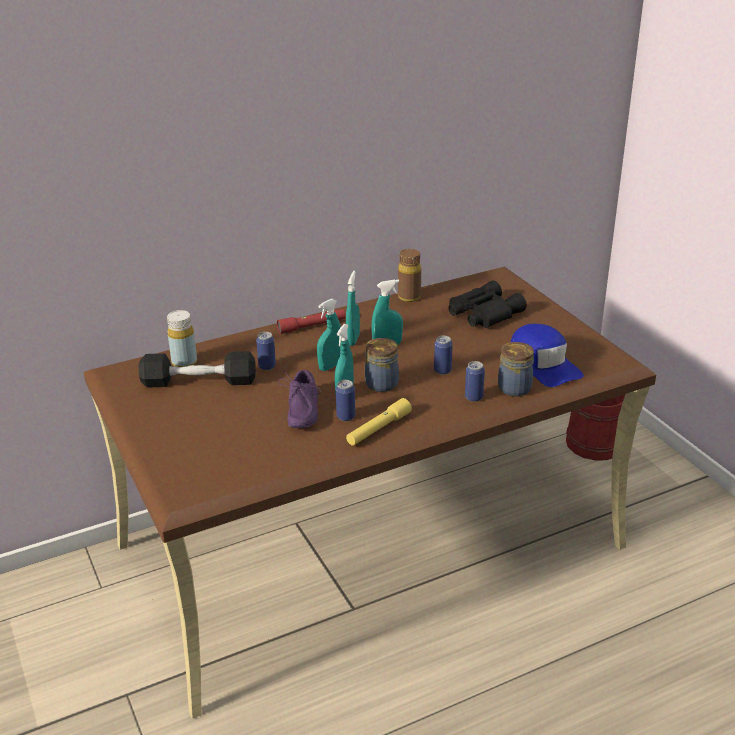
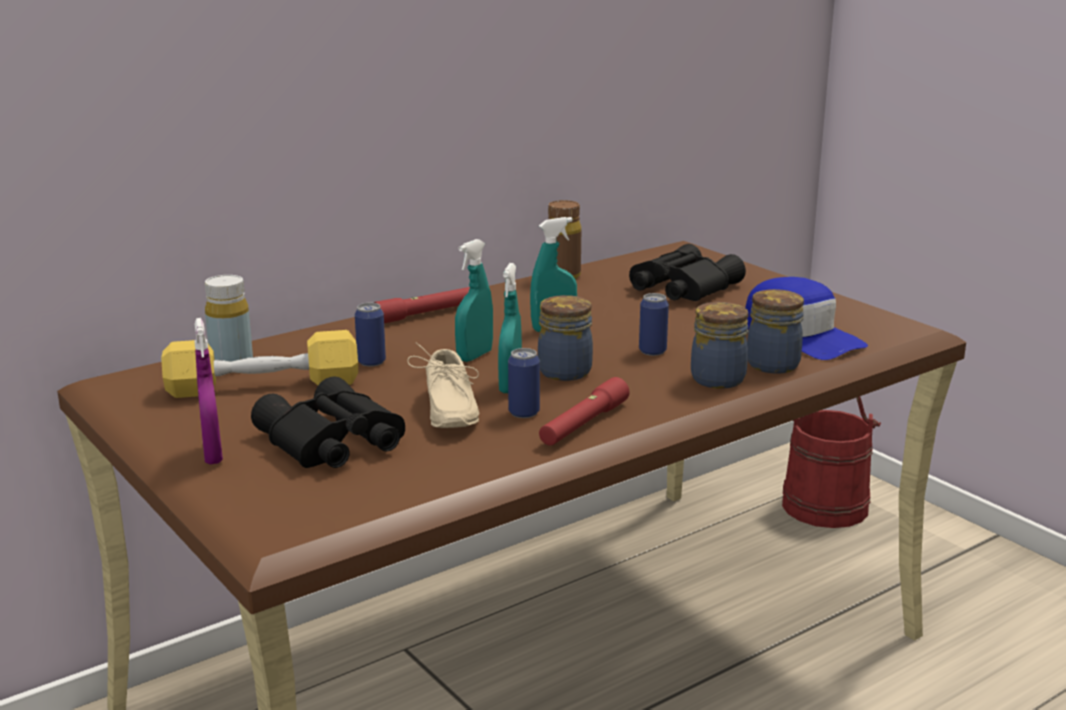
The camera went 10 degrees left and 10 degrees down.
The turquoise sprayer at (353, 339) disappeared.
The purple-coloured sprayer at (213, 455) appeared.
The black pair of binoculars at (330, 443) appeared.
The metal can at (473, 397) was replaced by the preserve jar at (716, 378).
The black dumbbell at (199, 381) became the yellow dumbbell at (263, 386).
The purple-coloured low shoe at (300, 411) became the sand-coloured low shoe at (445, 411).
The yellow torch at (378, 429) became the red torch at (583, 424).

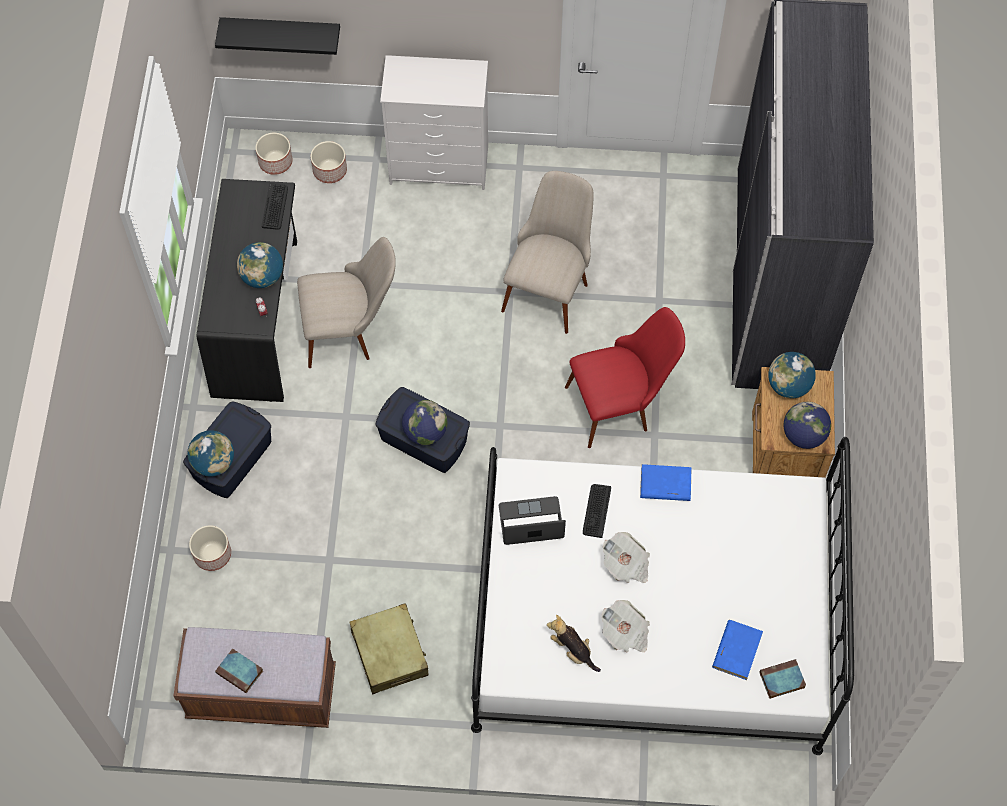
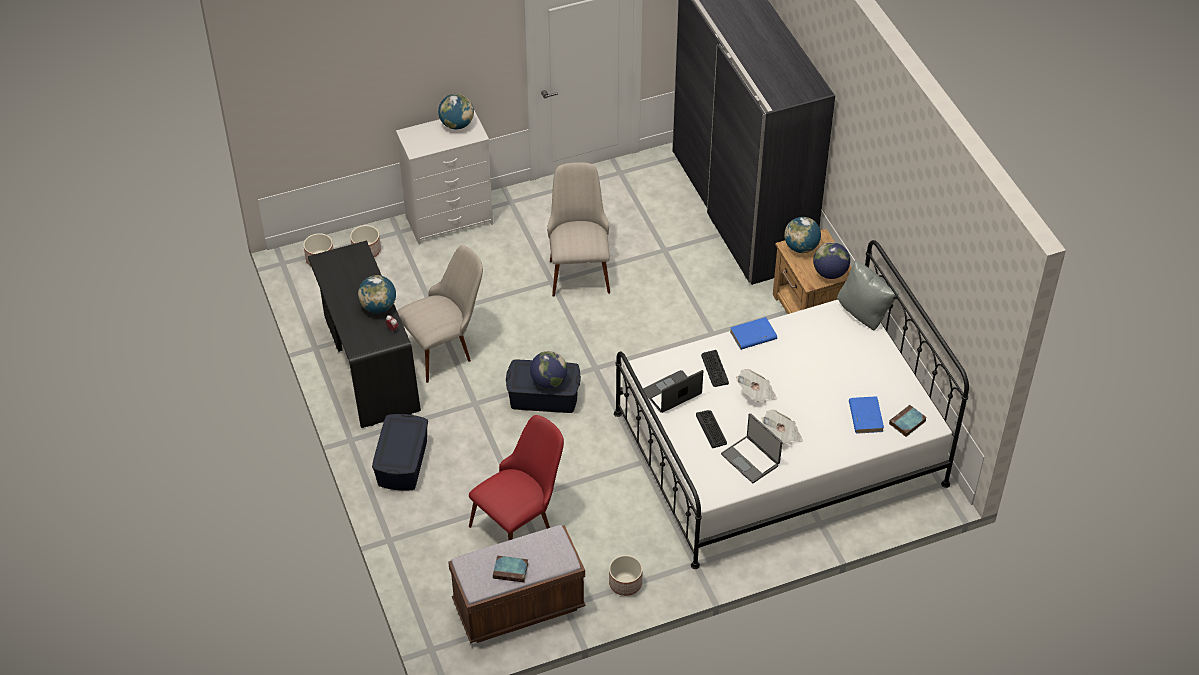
The camera went 25 degrees left and 15 degrees down.
The black wall shelf at (281, 31) disappeared.
The sand-coloured suitcase at (389, 653) disappeared.
The greyish pillow at (864, 314) appeared.
The desk globe moved from (214, 463) to (457, 124).
The planter moved from (212, 554) to (625, 583).
The PC keyboard moved from (275, 206) to (711, 429).
The red plain chair moved from (620, 404) to (520, 522).
The soft toy at (573, 650) was replaced by the laptop at (751, 459).

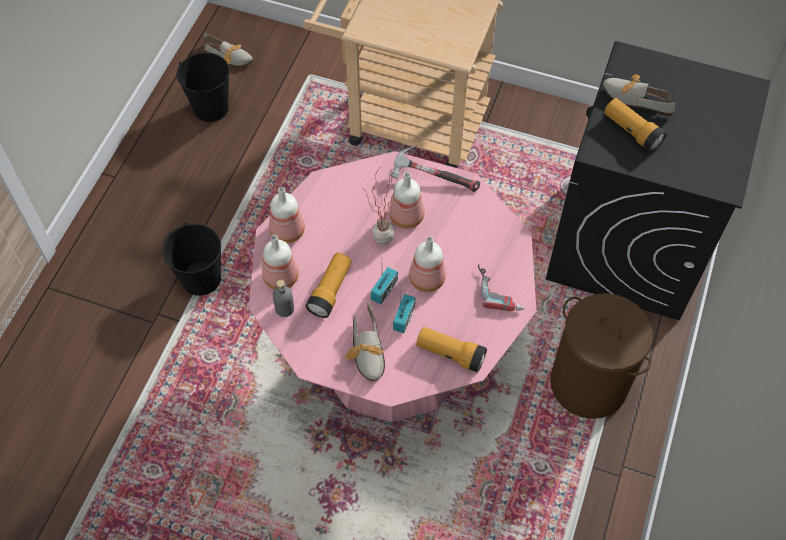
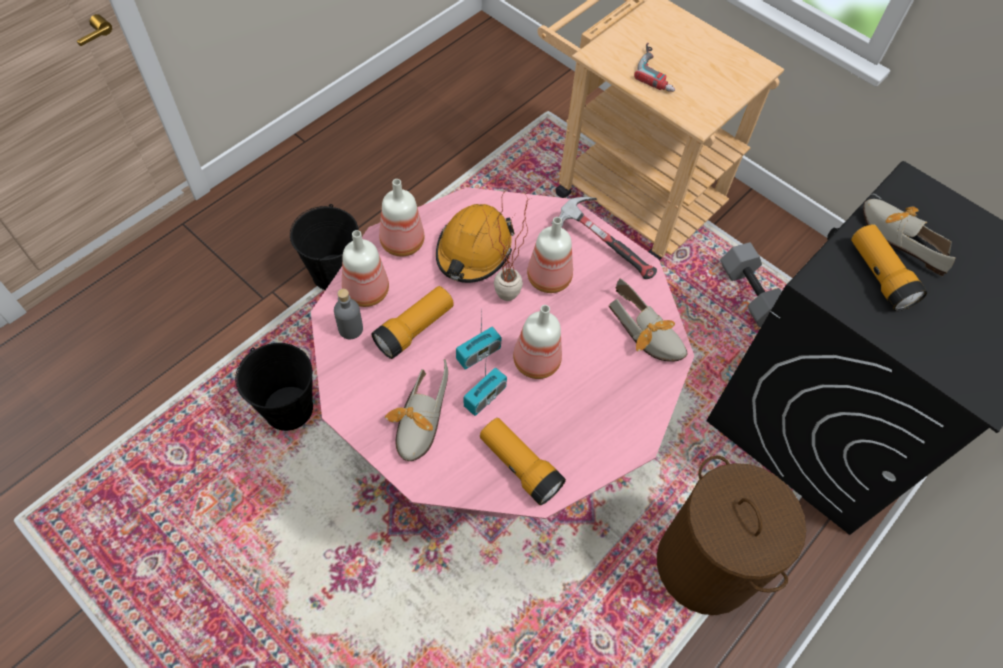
The camera went 20 degrees right and 0 degrees up.
The orange work helmet at (474, 251) appeared.
The greyish dumbbell at (748, 294) appeared.
The black bucket moved from (211, 107) to (289, 409).
The low shoe moved from (230, 57) to (648, 334).
The electric drill moved from (500, 290) to (658, 71).

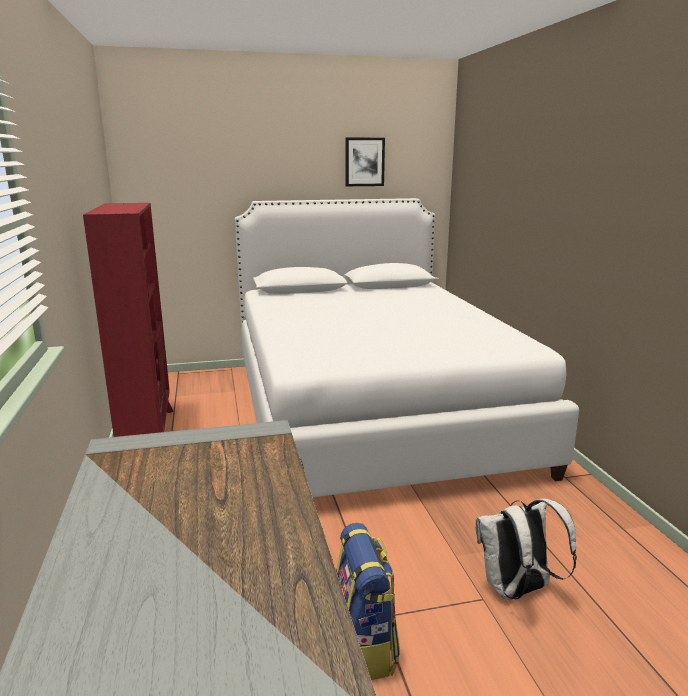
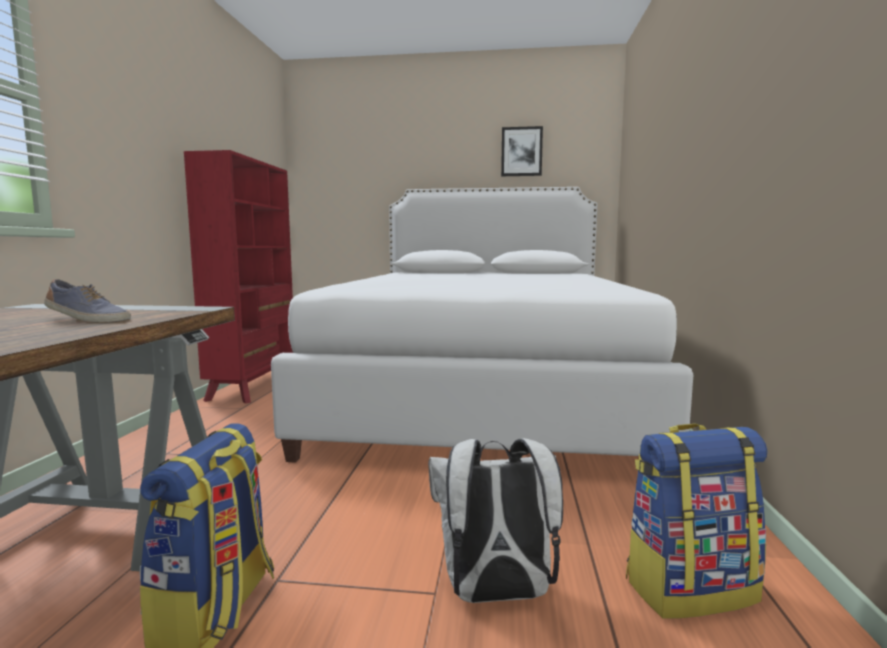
The camera went 20 degrees right and 10 degrees down.
The low shoe at (87, 320) appeared.
The backpack at (689, 588) appeared.

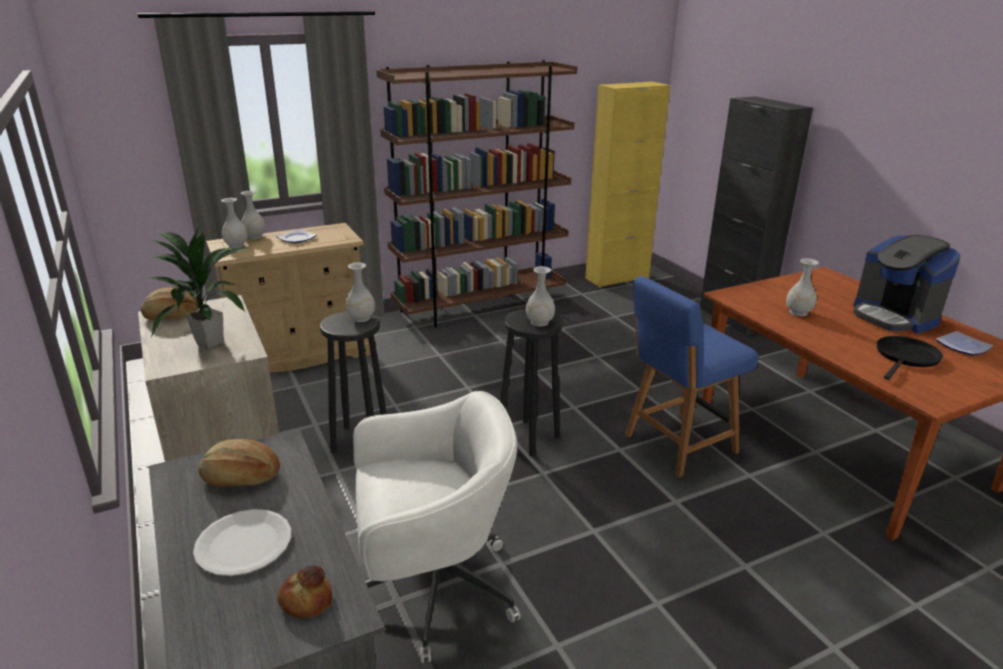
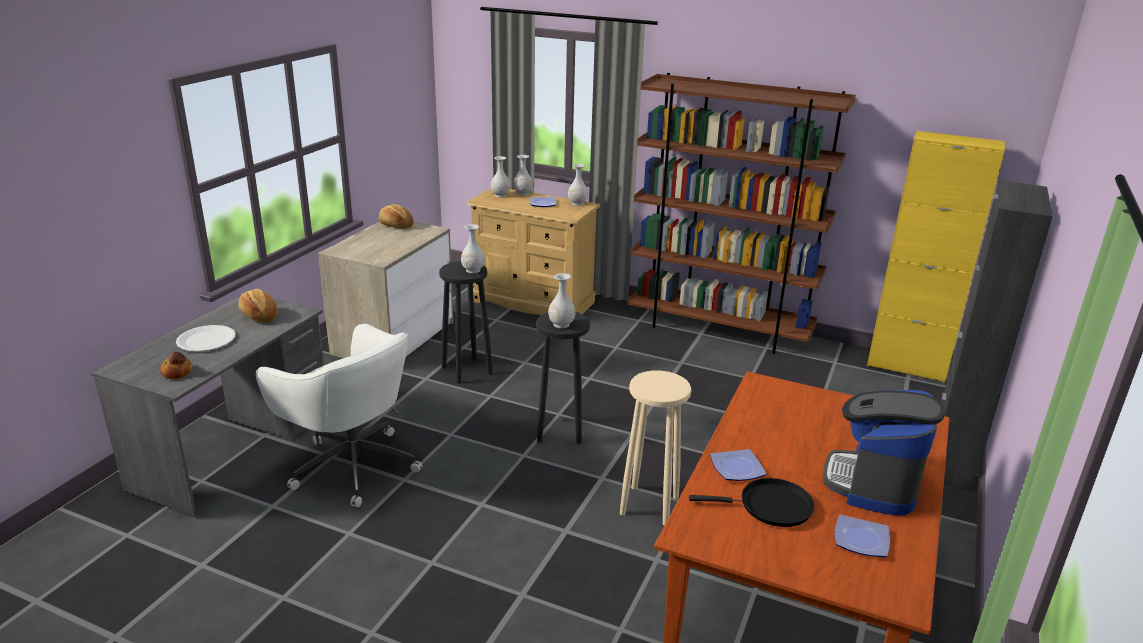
The camera went 50 degrees right and 0 degrees up.
The plant in a pot at (209, 342) disappeared.
The plate at (737, 467) appeared.
The white-coloured flower vase moved from (798, 312) to (577, 203).
The bluish plain chair at (677, 445) was replaced by the sand-coloured stool at (649, 504).

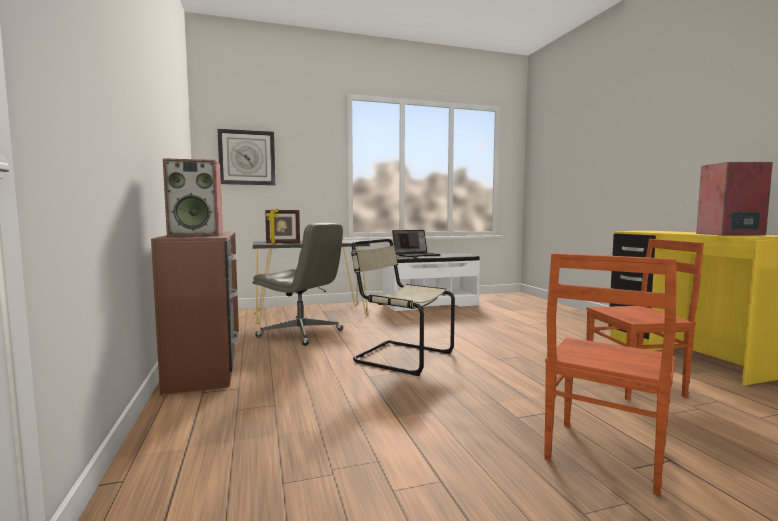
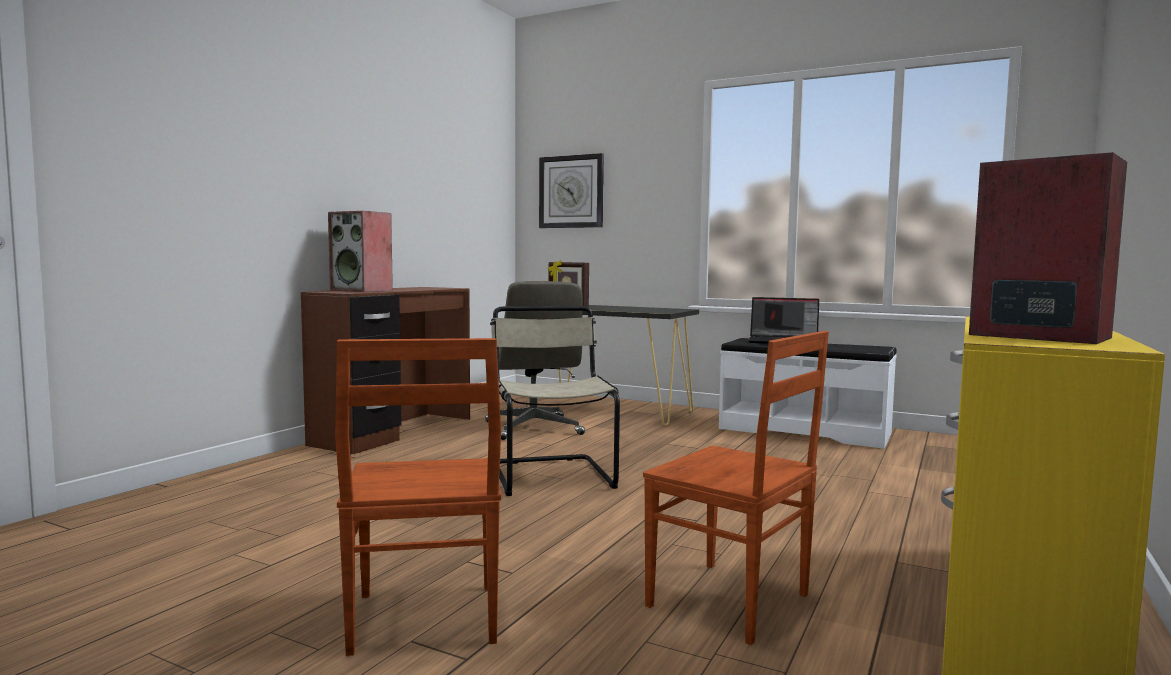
The camera went 45 degrees right and 0 degrees up.
The brown plain chair at (603, 456) turned 90 degrees counterclockwise.

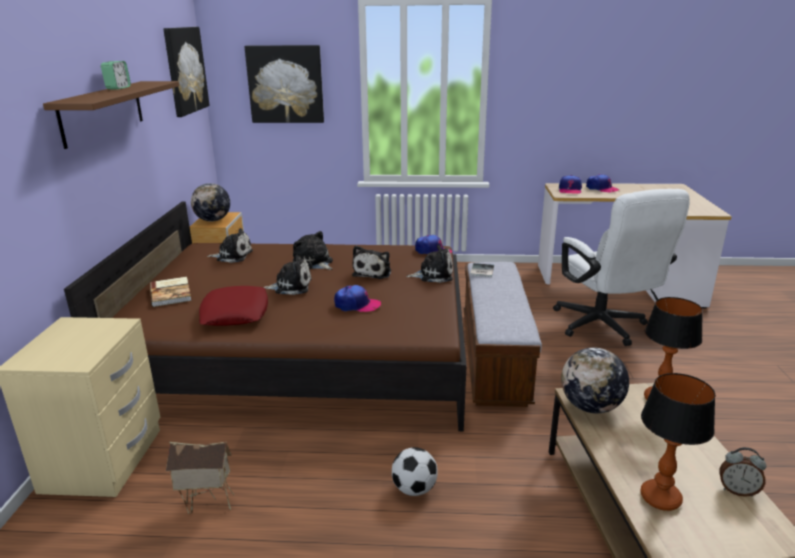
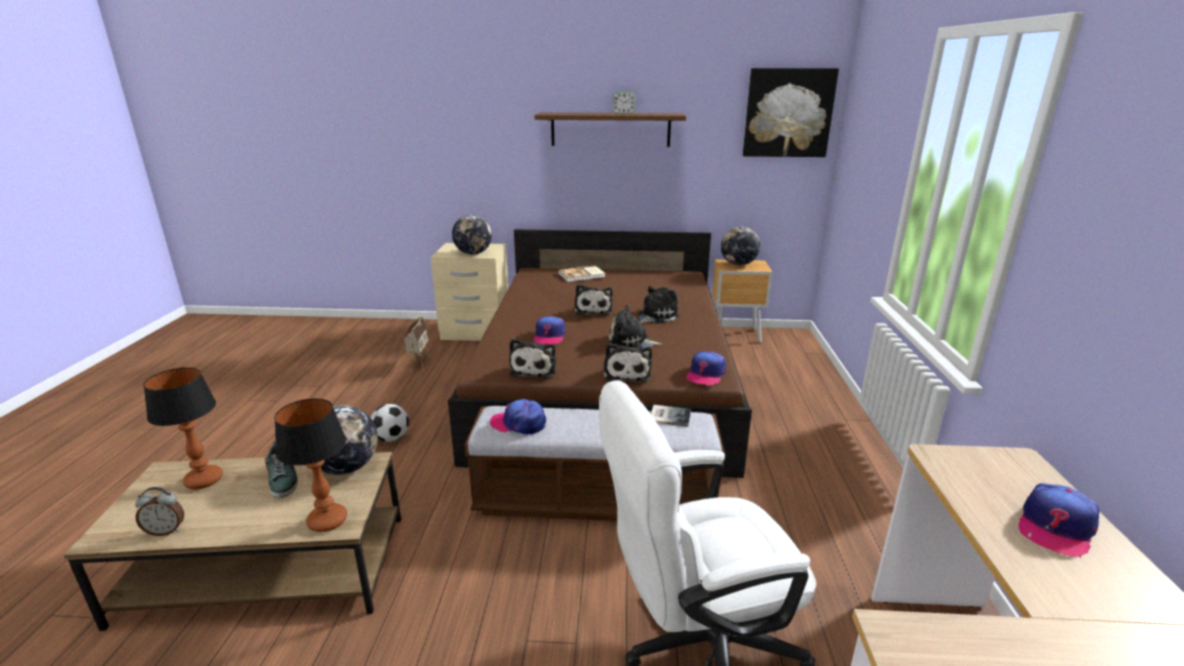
The camera went 90 degrees right and 0 degrees up.
The red pillow at (235, 313) disappeared.
The wall picture at (285, 84) disappeared.
The low shoe at (283, 479) appeared.
The desk globe at (473, 253) appeared.
The soft toy moved from (232, 256) to (534, 369).
The peaked cap moved from (570, 190) to (519, 423).
The alarm clock at (737, 490) turned 120 degrees counterclockwise.

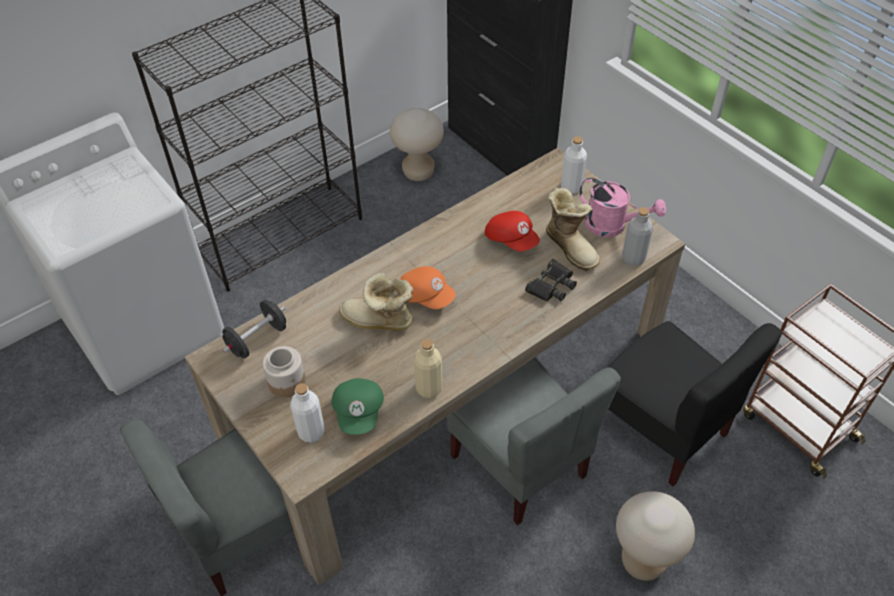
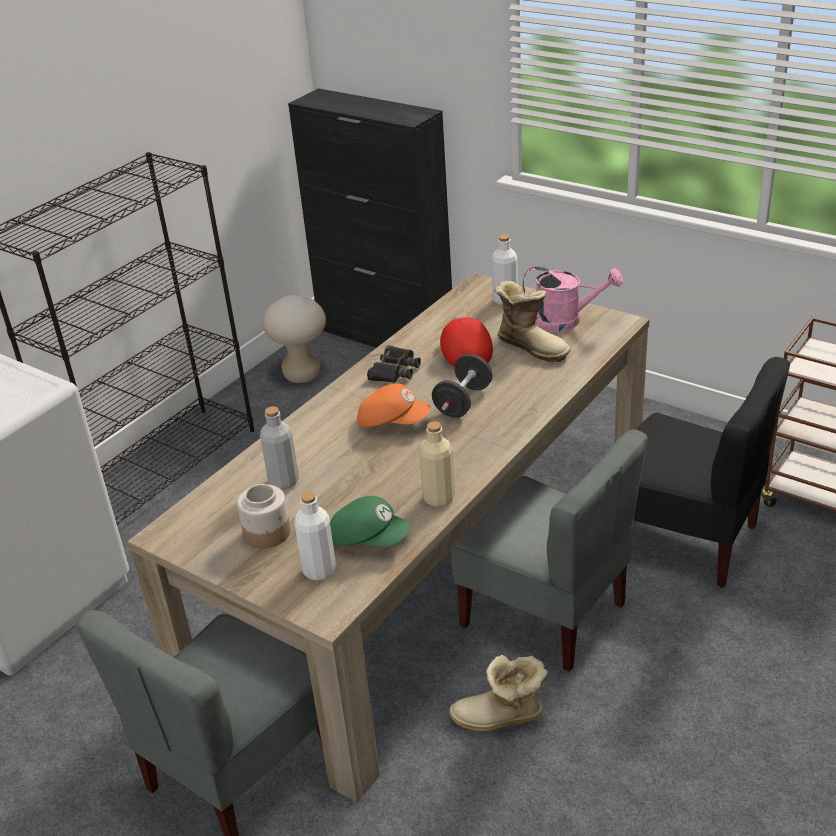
The camera went 15 degrees left and 15 degrees down.
The sand-coloured stool at (643, 562) disappeared.
The black dumbbell moved from (257, 339) to (463, 402).
The tall boot moved from (378, 322) to (500, 719).
The black pair of binoculars moved from (551, 285) to (394, 370).
The greyish beverage bottle moved from (633, 258) to (283, 481).
The green peaked cap at (359, 412) turned 45 degrees counterclockwise.
The red peaked cap at (512, 239) turned 135 degrees counterclockwise.

